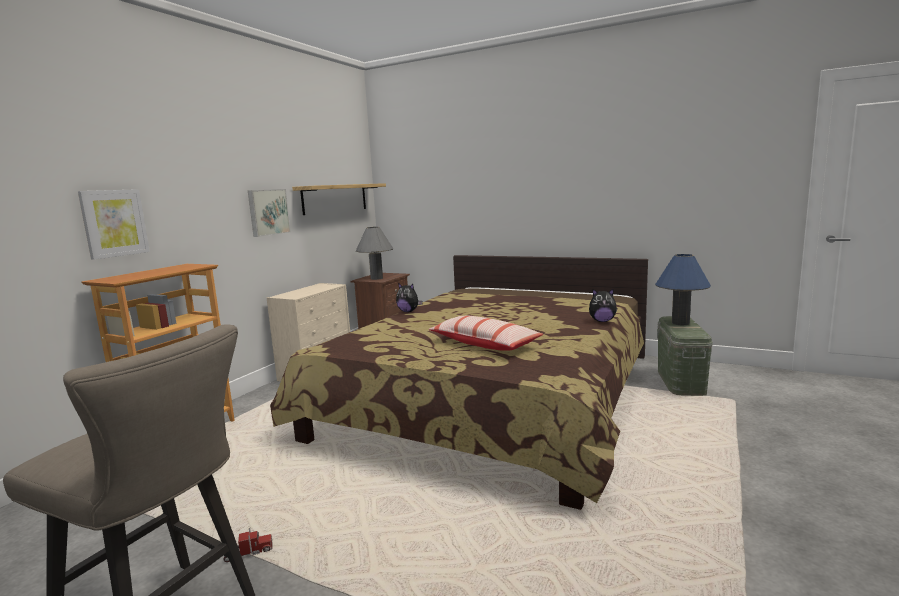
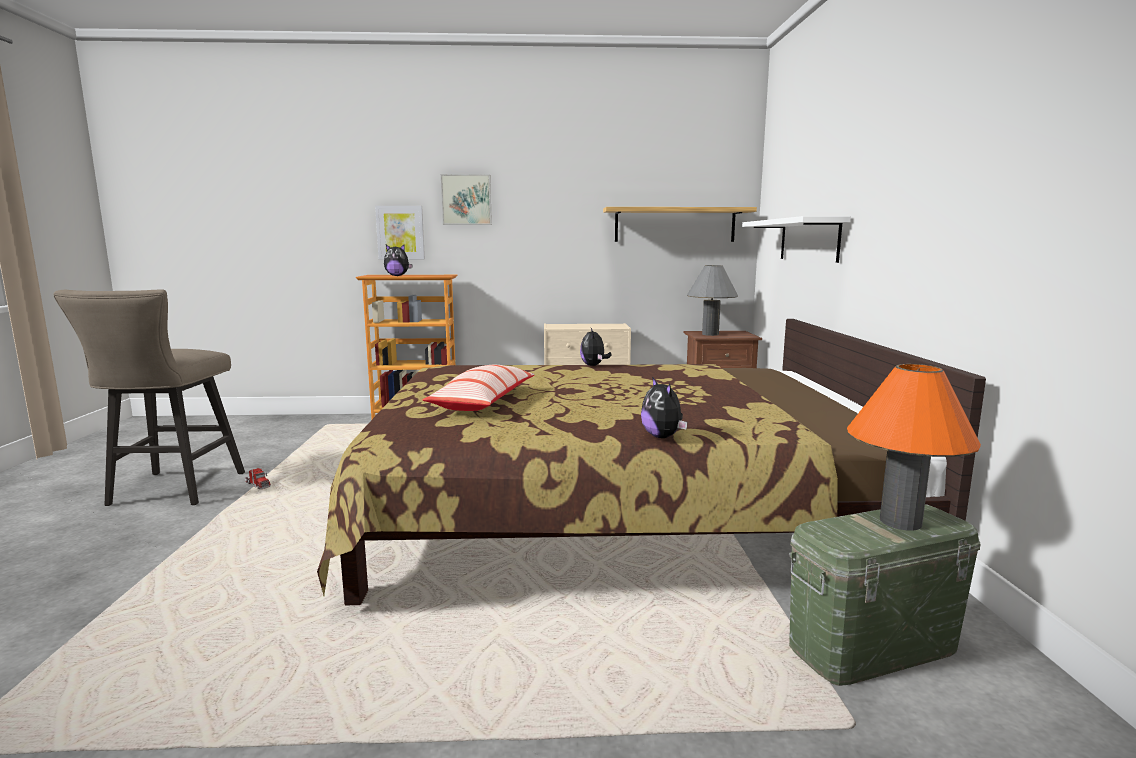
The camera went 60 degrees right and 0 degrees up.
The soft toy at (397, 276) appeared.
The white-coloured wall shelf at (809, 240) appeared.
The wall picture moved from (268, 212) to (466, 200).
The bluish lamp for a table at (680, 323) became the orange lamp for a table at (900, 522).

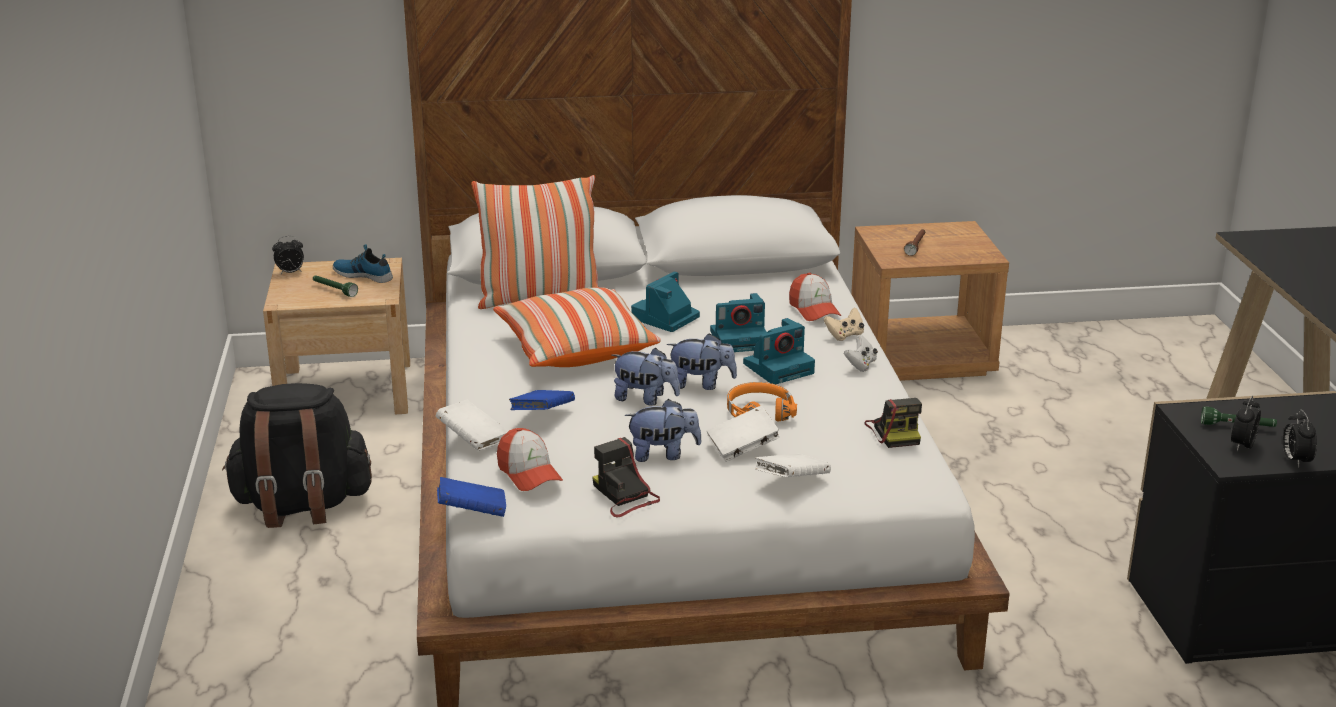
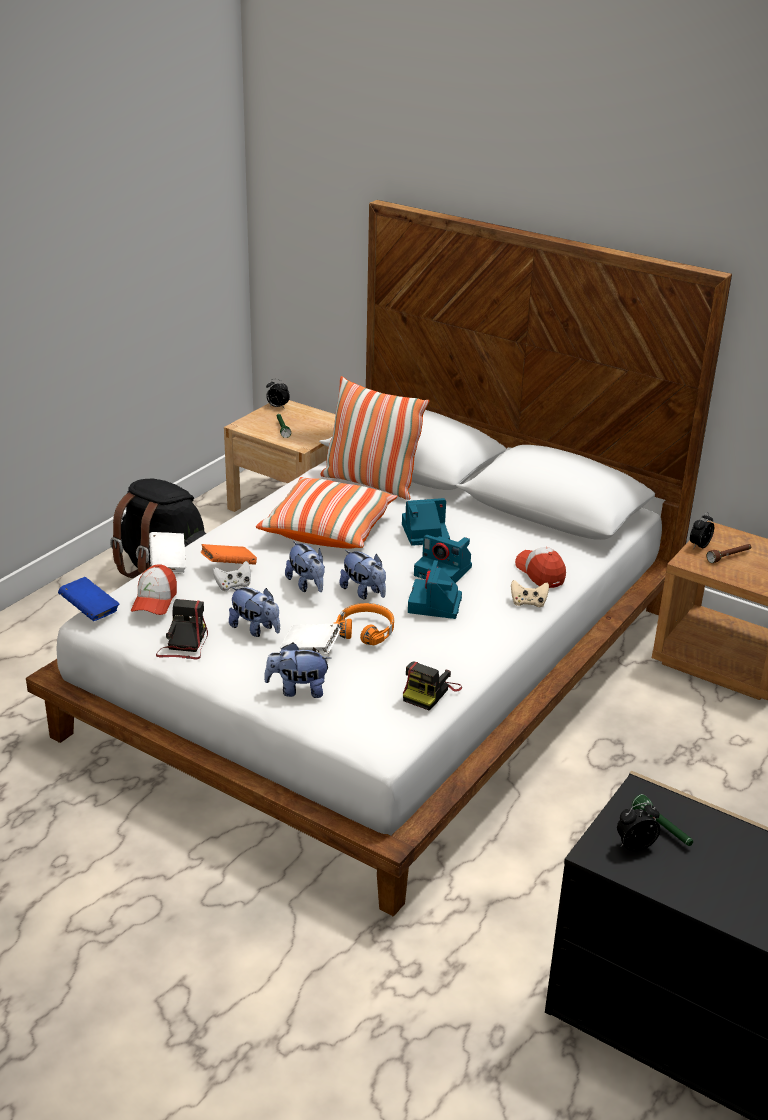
The camera went 40 degrees right and 5 degrees up.
The low shoe at (363, 275) disappeared.
The white-coloured game controller moved from (860, 365) to (233, 585).
The alarm clock moved from (1295, 460) to (699, 546).
The white-coloured book at (791, 481) was replaced by the soft toy at (298, 690).
The bluish book at (542, 415) became the orange book at (229, 566).
The still camera at (779, 368) turned 90 degrees clockwise.
The peaked cap at (814, 310) turned 135 degrees clockwise.

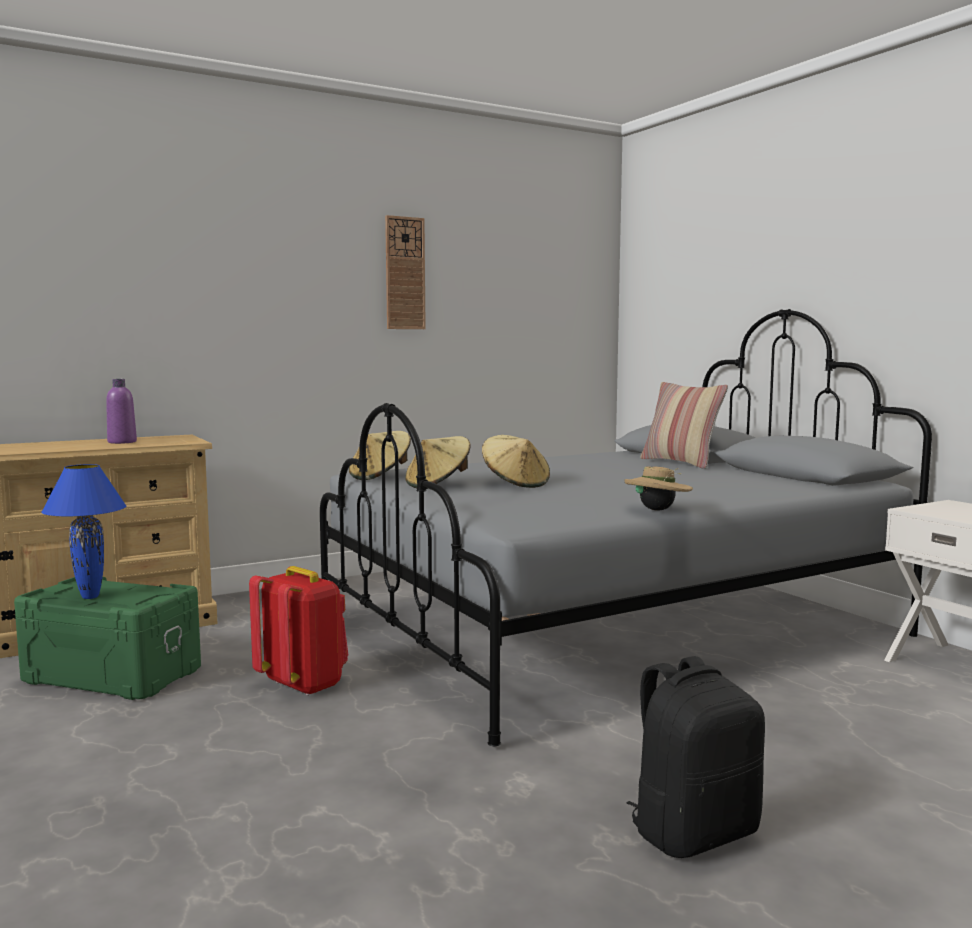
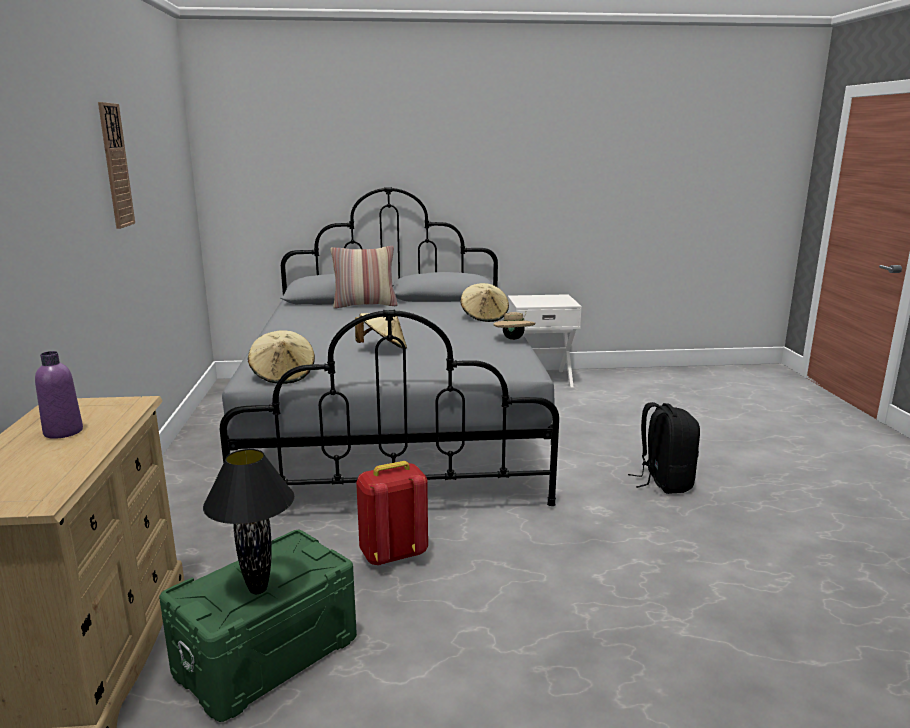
The camera went 65 degrees left and 10 degrees up.
The sand-coloured clothing hat moved from (438, 485) to (484, 317).
The bluish lamp for a table at (91, 596) became the black lamp for a table at (257, 589).

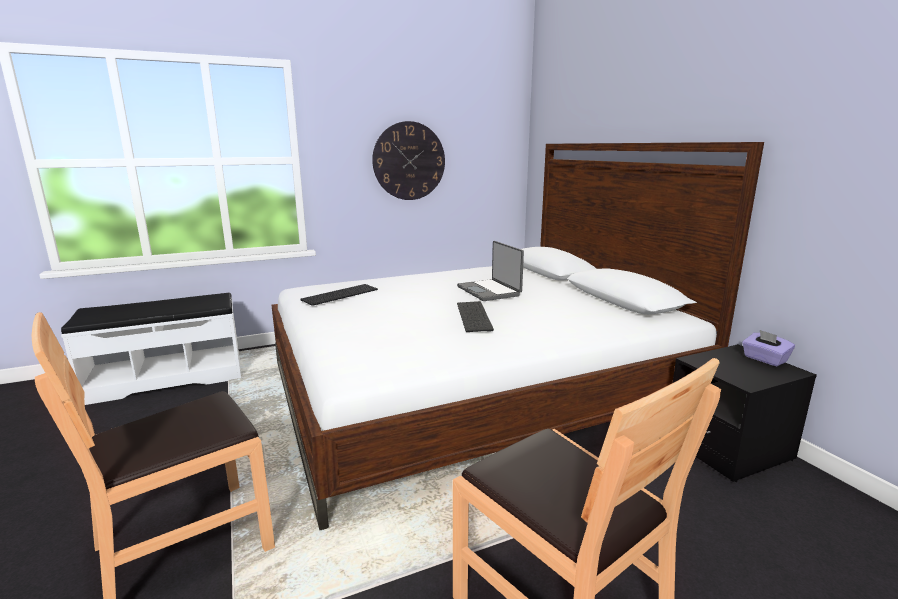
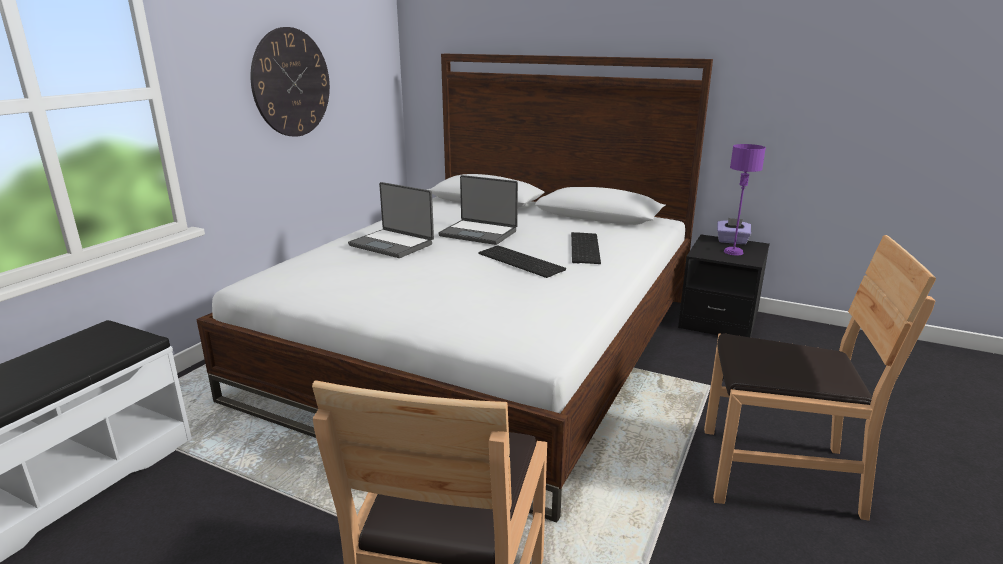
The camera went 40 degrees left and 5 degrees up.
The laptop at (392, 244) appeared.
The purple-coloured lamp for a table at (733, 252) appeared.
The PC keyboard moved from (340, 294) to (583, 247).

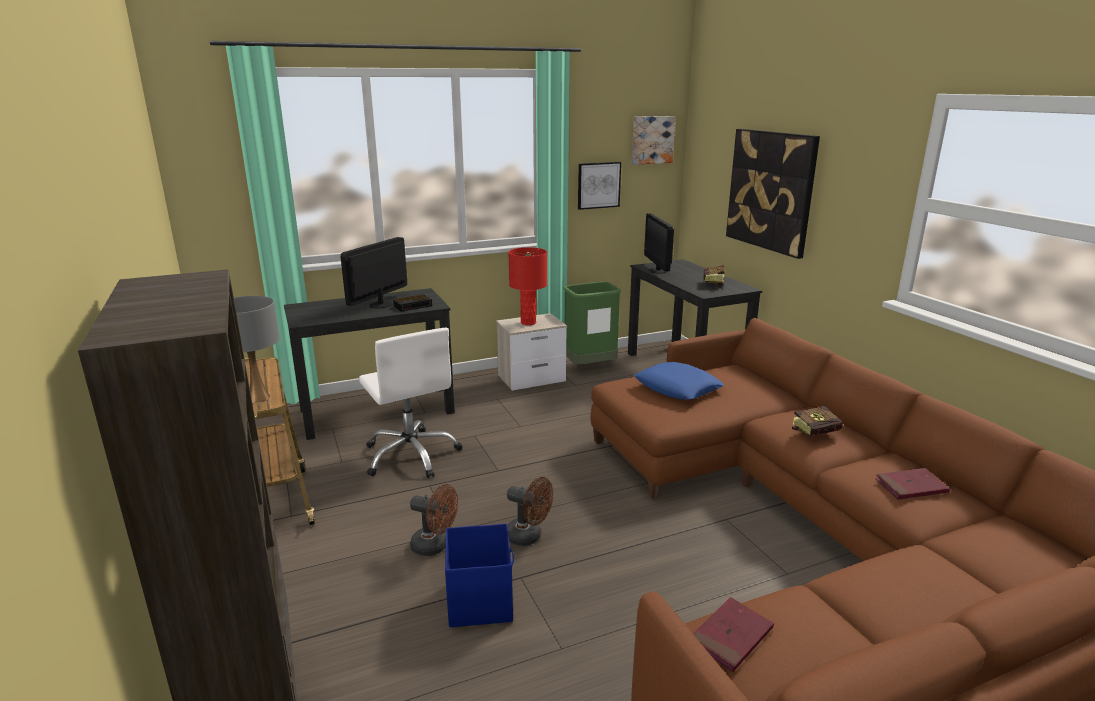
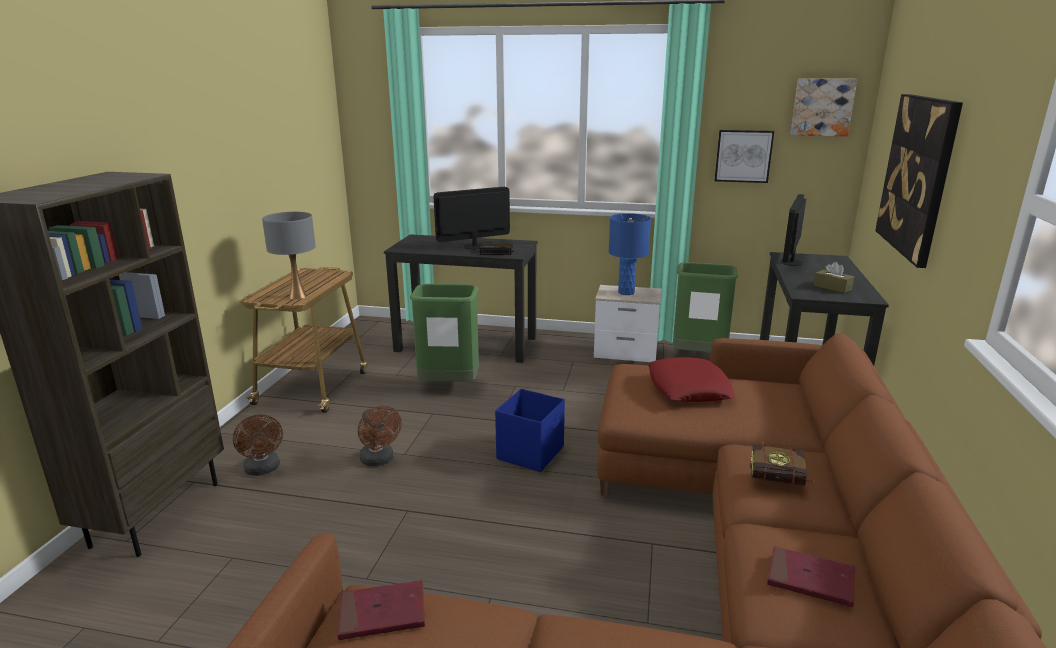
The camera went 35 degrees right and 0 degrees up.
The bluish storage box moved from (480, 601) to (531, 453).
The brown cooling fan moved from (529, 537) to (263, 470).
The white-coloured computer chair at (411, 455) was replaced by the green trash can at (449, 386).
The book at (713, 285) was replaced by the brown tissue box at (832, 287).
The red lamp for a table at (528, 322) became the bluish lamp for a table at (626, 292).
The bluish pillow at (677, 388) became the red pillow at (689, 388).

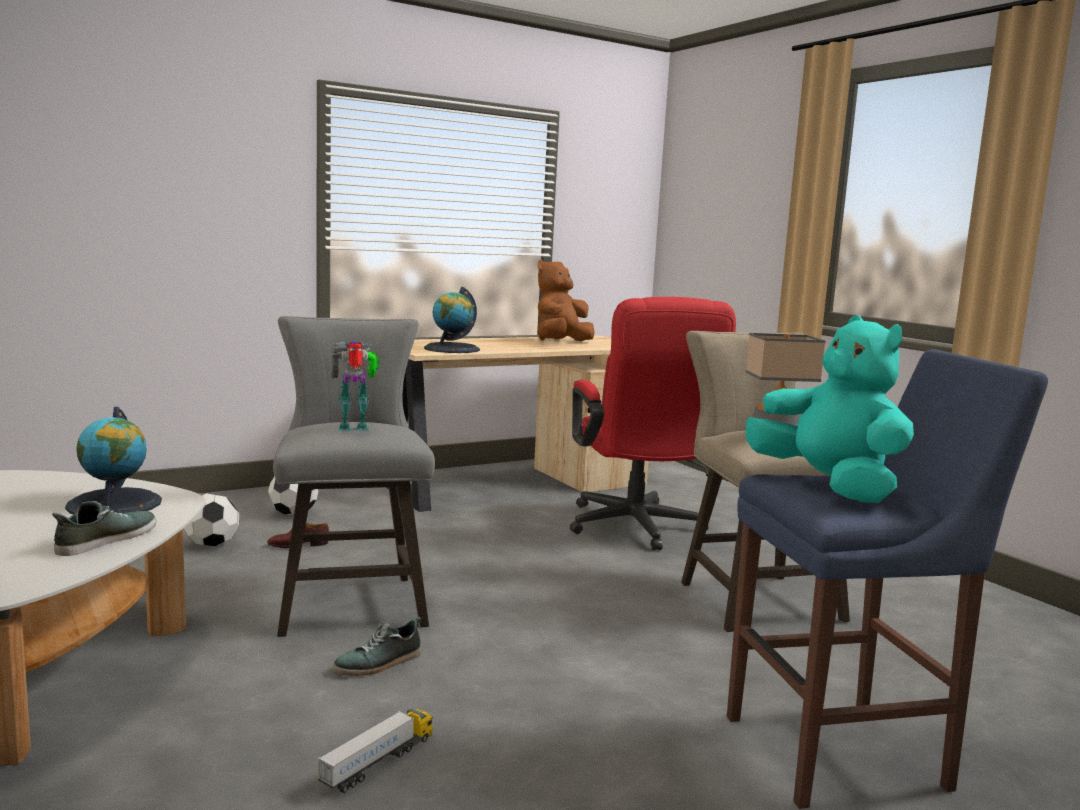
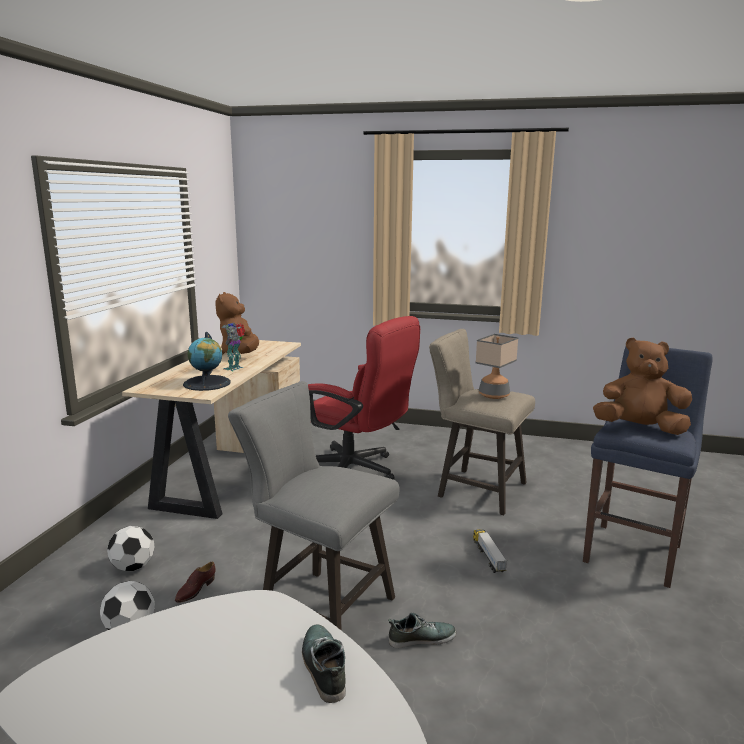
The camera went 45 degrees left and 5 degrees up.
The desk globe at (115, 504) disappeared.
The toy lorry moved from (378, 763) to (488, 557).
The robot figure moved from (355, 429) to (235, 368).
The turquoise soft toy at (828, 486) became the brown soft toy at (639, 429).
The low shoe at (379, 663) turned 105 degrees counterclockwise.

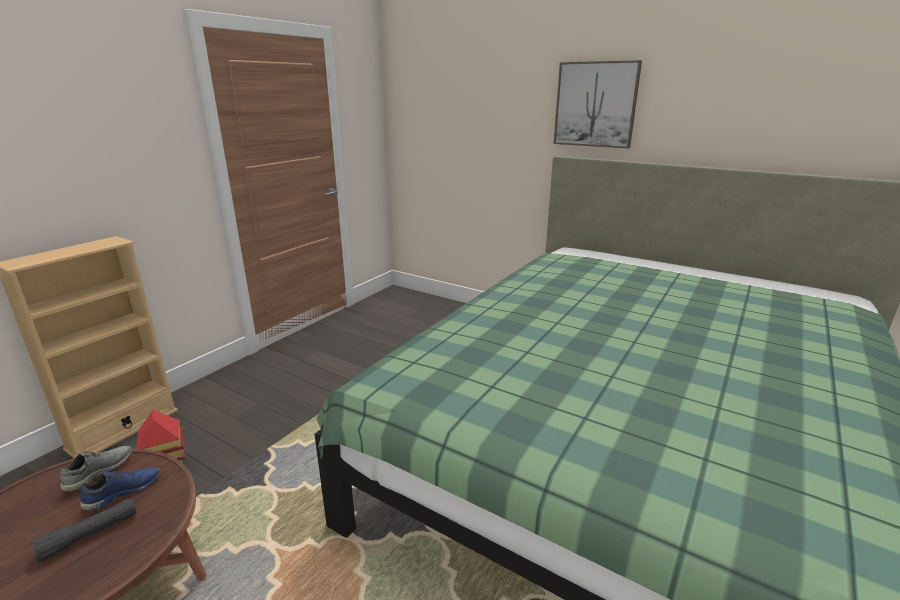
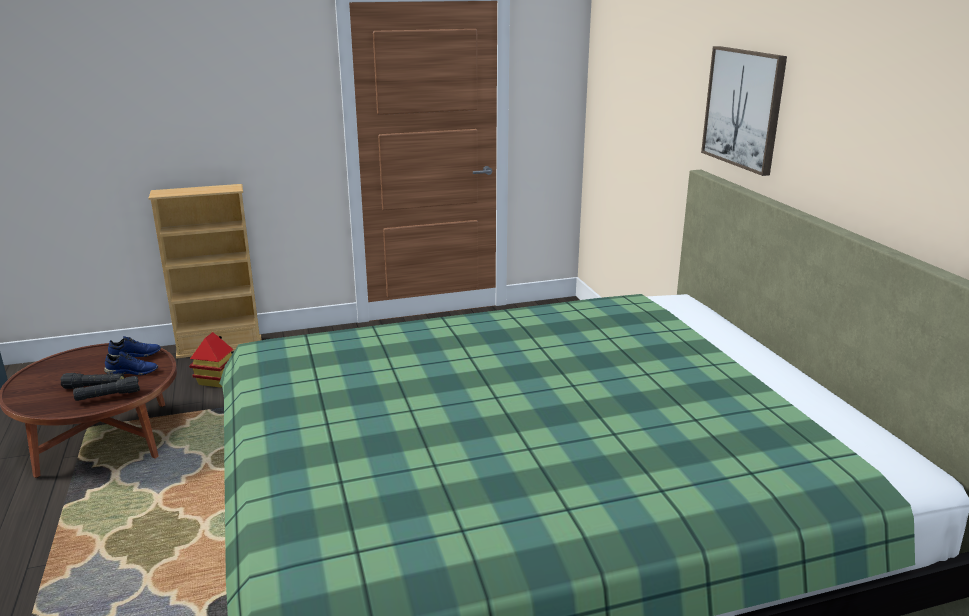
The camera went 40 degrees right and 0 degrees up.
The black torch at (108, 396) appeared.
The greyish low shoe at (98, 471) became the bluish low shoe at (135, 355).

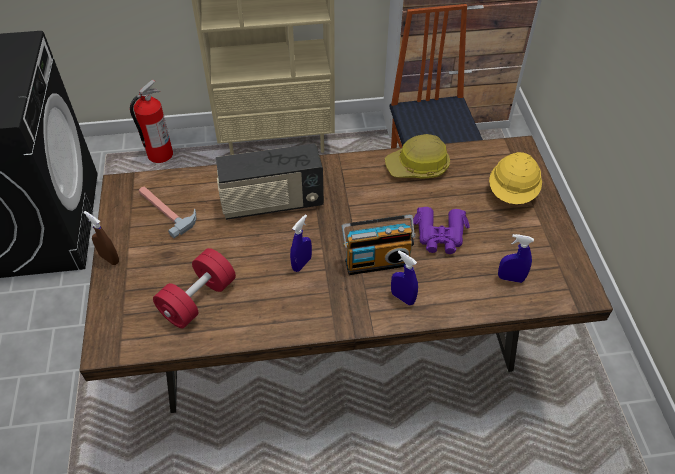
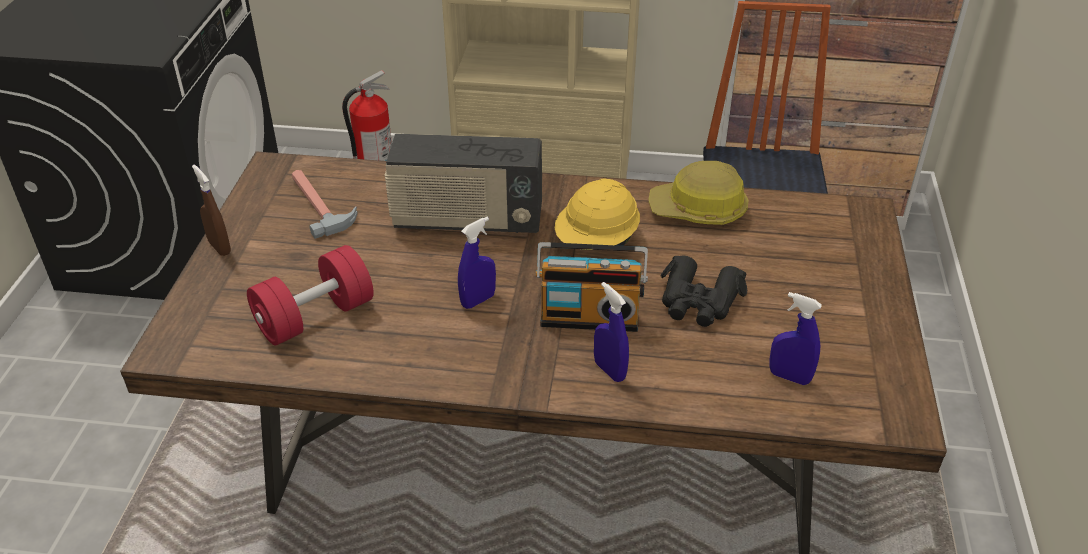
The camera went 15 degrees right and 10 degrees down.
The yellow work helmet moved from (512, 192) to (597, 241).
The purple-coloured pair of binoculars at (440, 235) became the black pair of binoculars at (698, 301).

